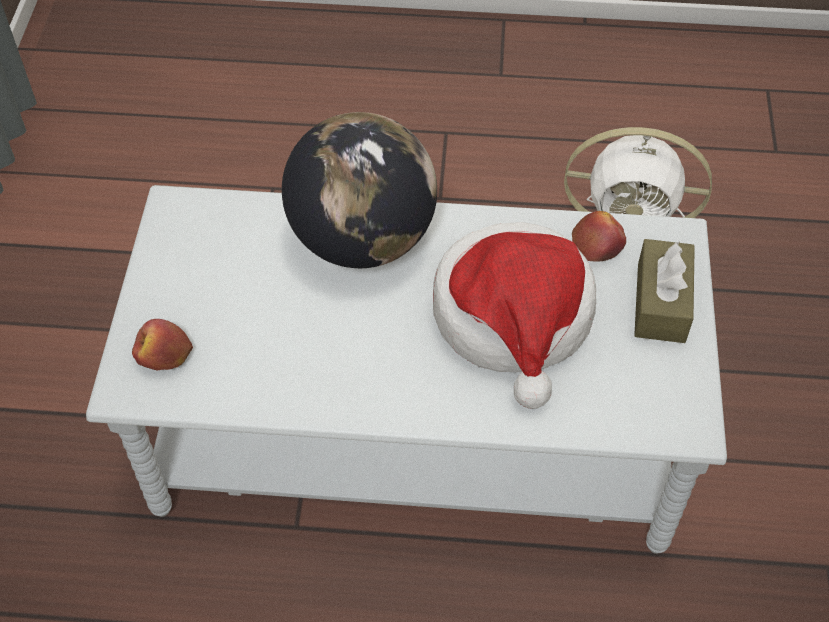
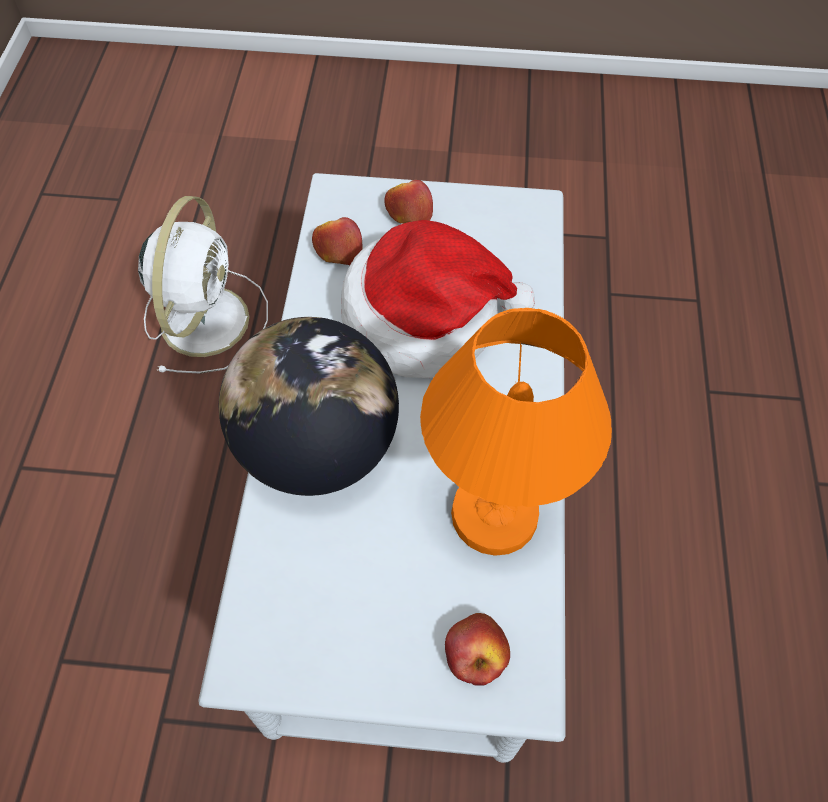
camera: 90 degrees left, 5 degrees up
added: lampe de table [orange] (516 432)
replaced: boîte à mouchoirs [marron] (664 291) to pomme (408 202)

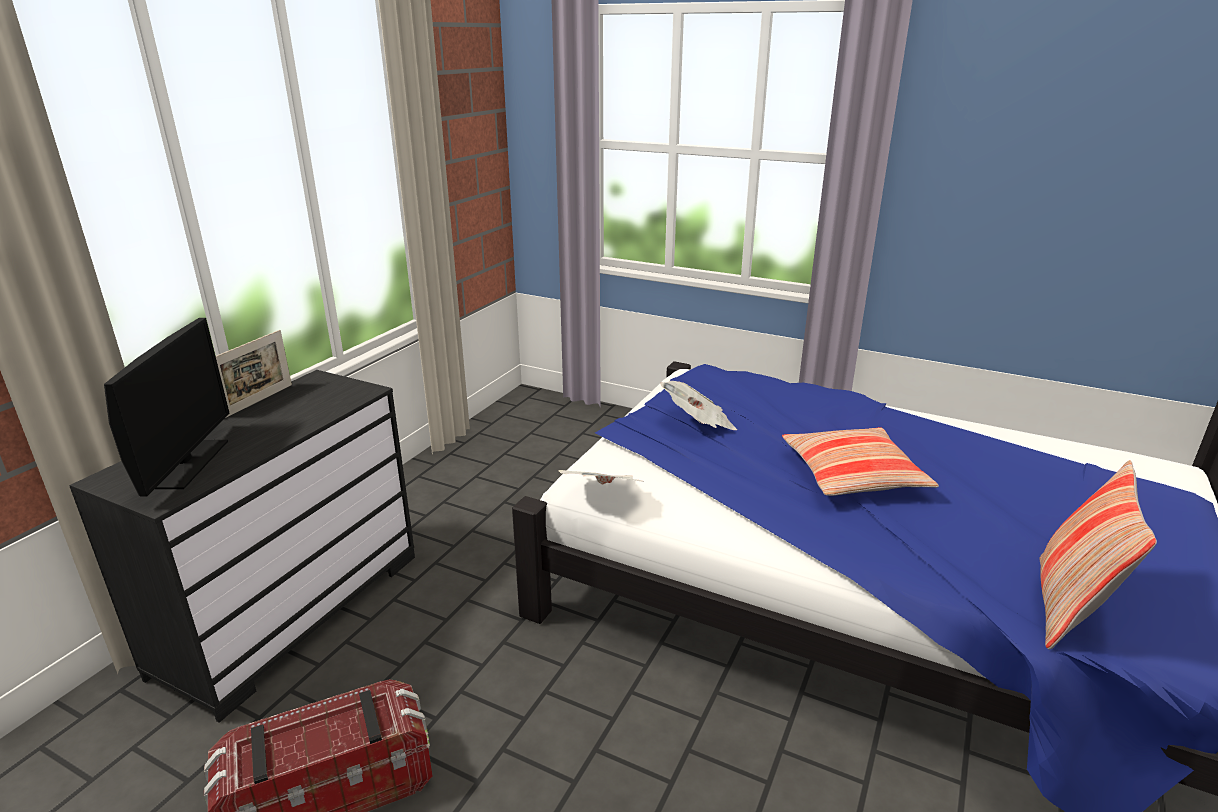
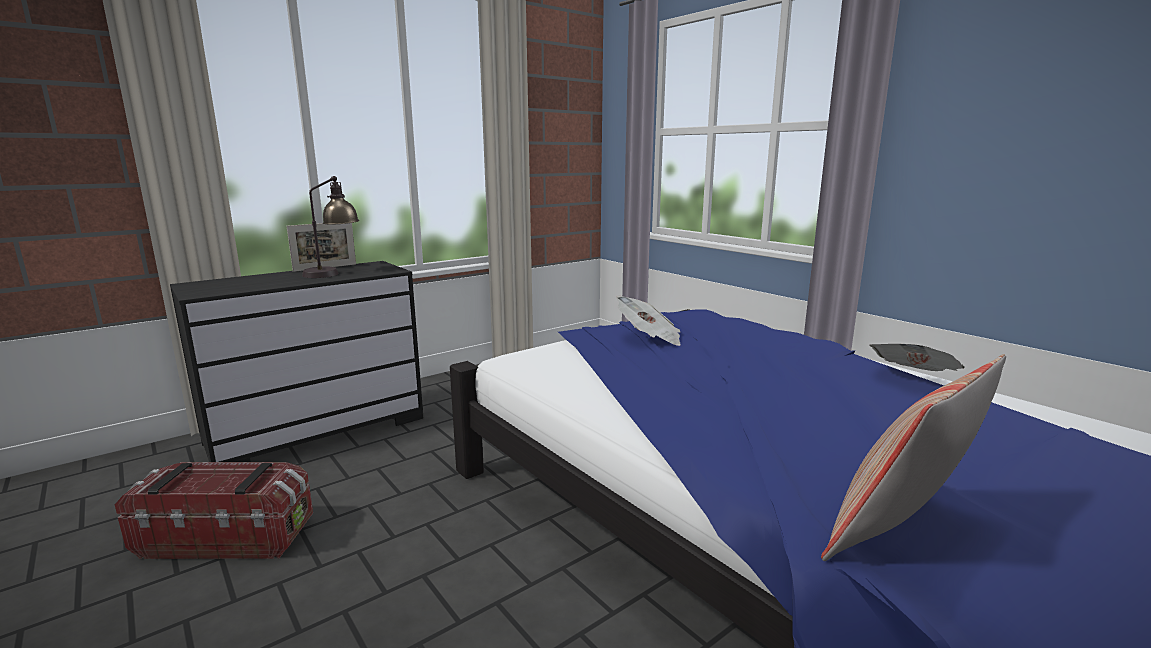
camera: 25 degrees right, 10 degrees down
removed: écran d'ordinateur (167 407); coussin (860 461)
added: lampe de table (330 227)
moved: journal (600 477) to (917 357)

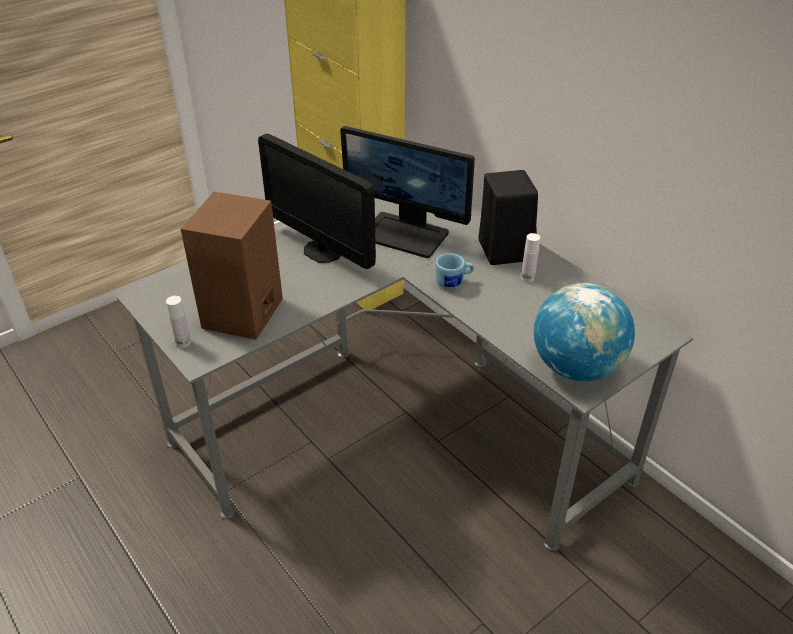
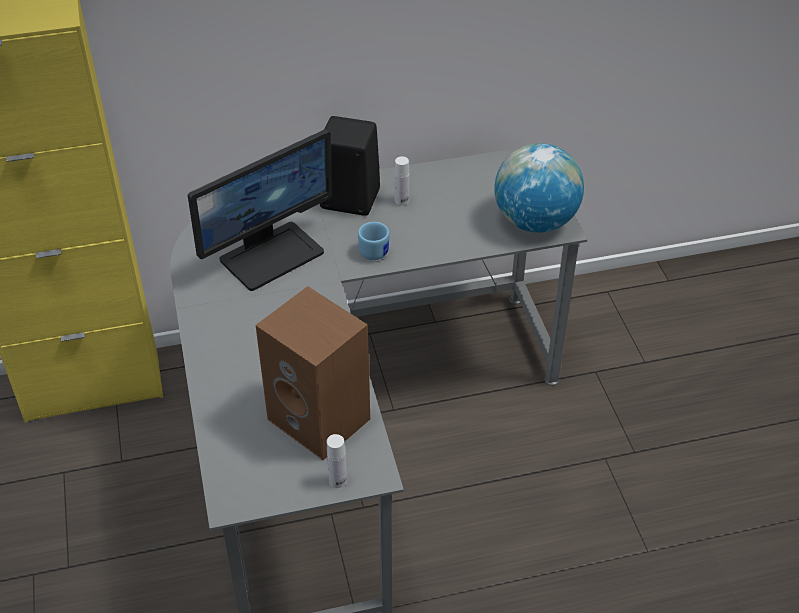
camera: 65 degrees left, 5 degrees up
removed: écran d'ordinateur (317 201)

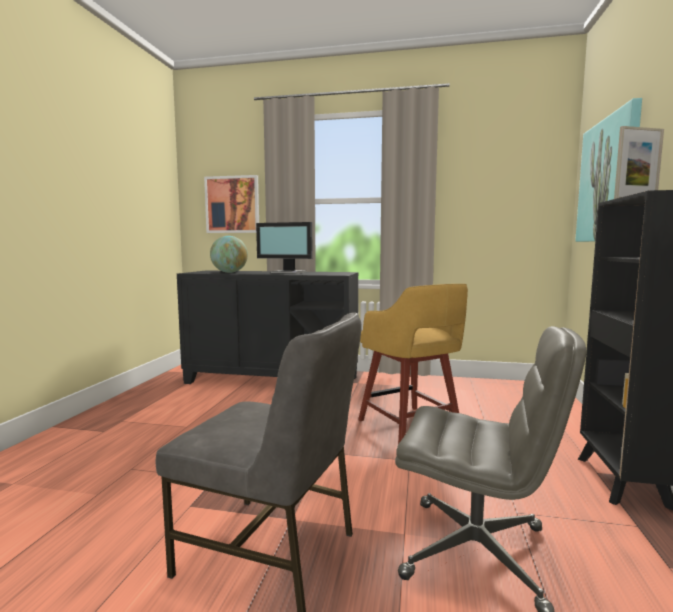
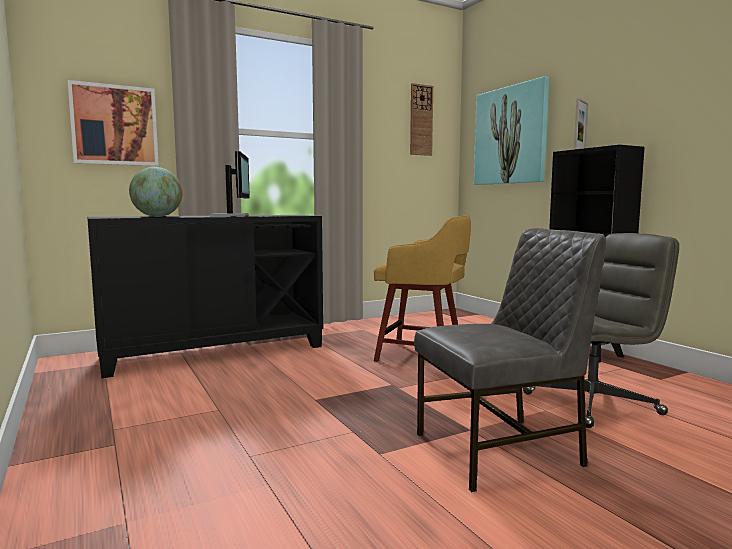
camera: 40 degrees left, 0 degrees up
added: horloge murale (421 119)
turned: écran d'ordinateur (284 248) = (230 183) 75 degrees counterclockwise

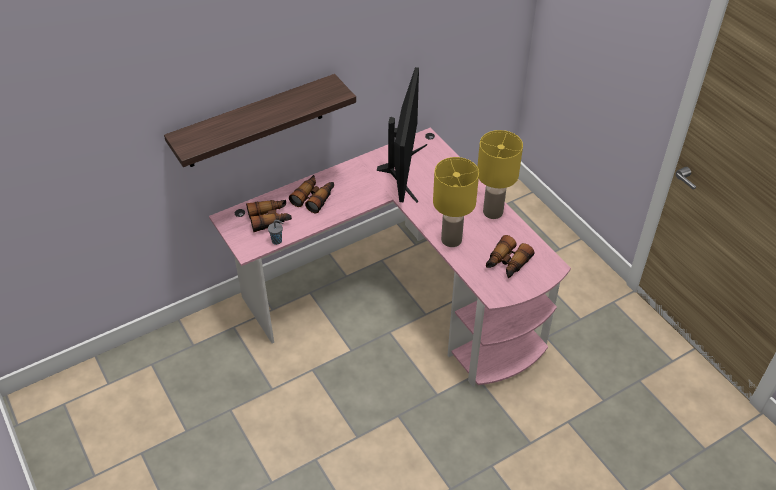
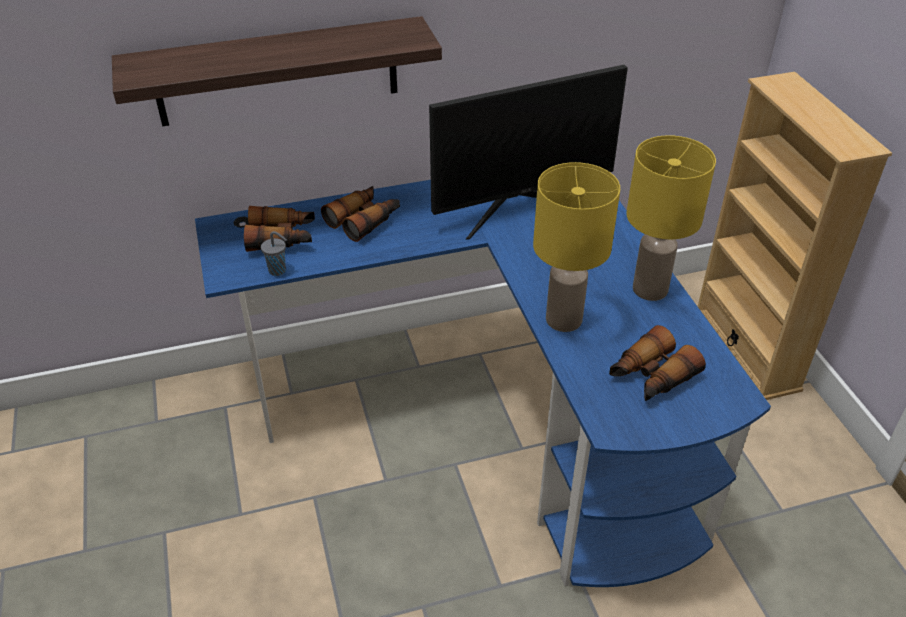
camera: 15 degrees right, 5 degrees down
added: bibliothèque [beige] (794 236)
recoloured: bureau [rose] (390 257) to bureau [bleu] (483 383)
turned: écran d'ordinateur (402 135) = (528 152) 45 degrees clockwise

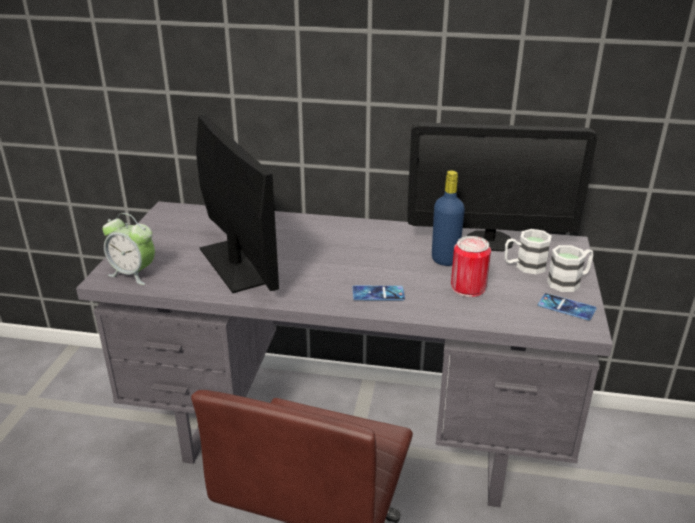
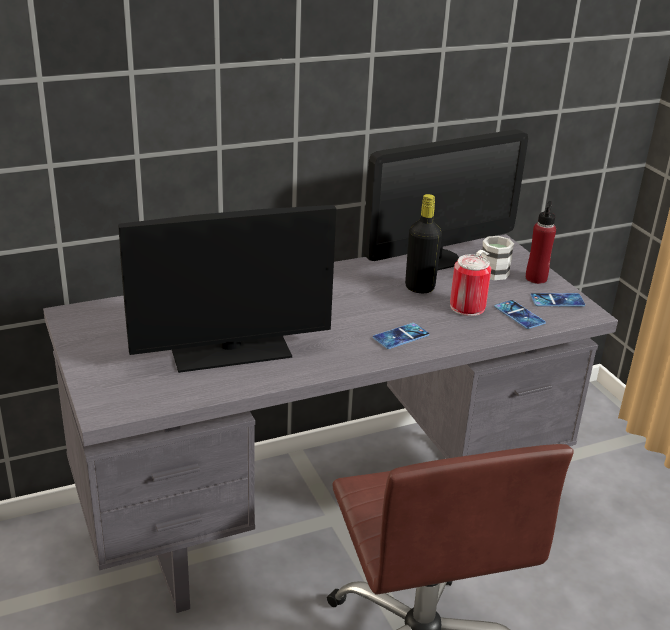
camera: 35 degrees left, 0 degrees up
removed: réveil (128 249)
added: téléphone (520 314)
replaced: mug [blanc] (570 268) to bouteille [rouge] (541 242)
recoloured: bouteille [bleu] (448 218) to bouteille [noir] (423 243)
turned: écran d'ordinateur (237 204) = (227 289) 135 degrees clockwise

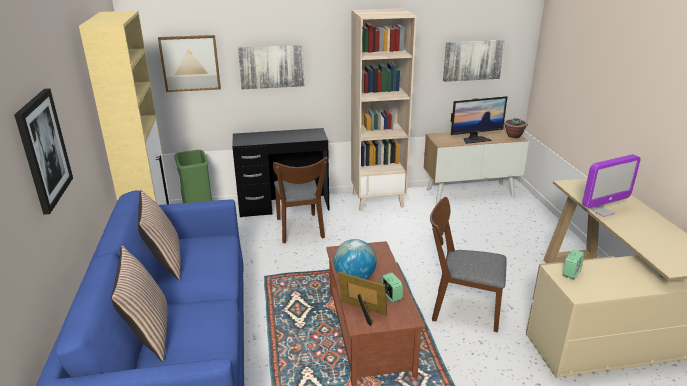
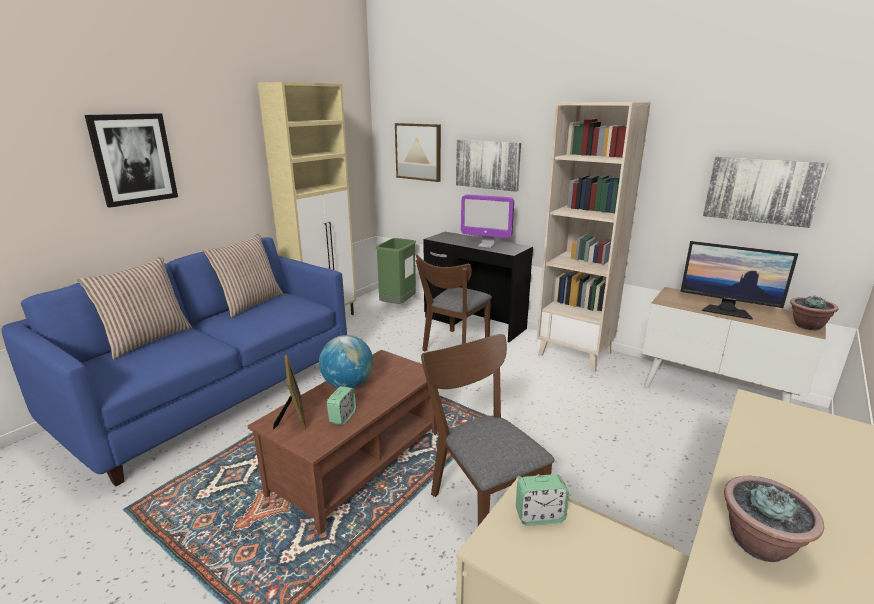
camera: 45 degrees right, 5 degrees down
added: plante en pot (774 519)
moved: écran d'ordinateur (611 185) to (487 221)

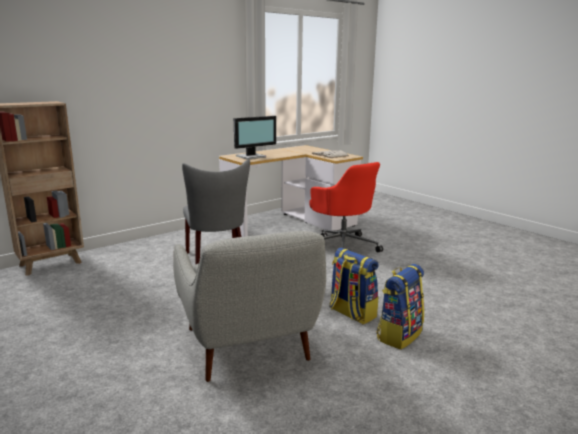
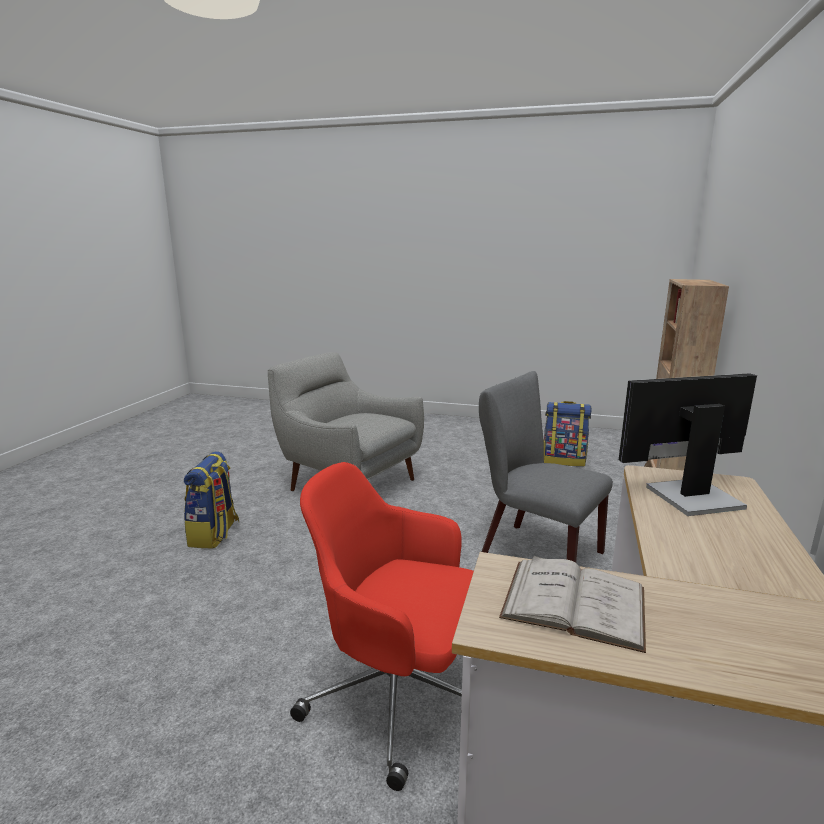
camera: 145 degrees right, 0 degrees up
moved: sac à dos (354 285) to (568 434)
turned: écran d'ordinateur (255 138) = (688 444) 60 degrees clockwise

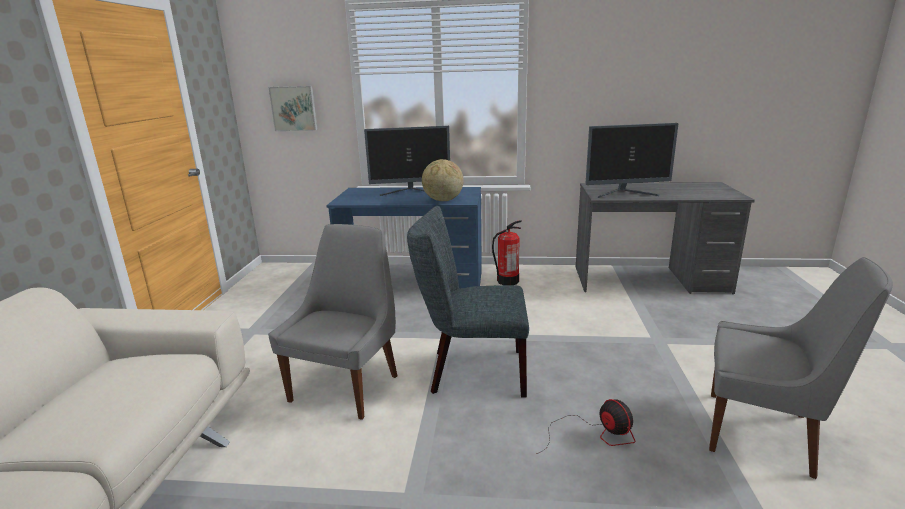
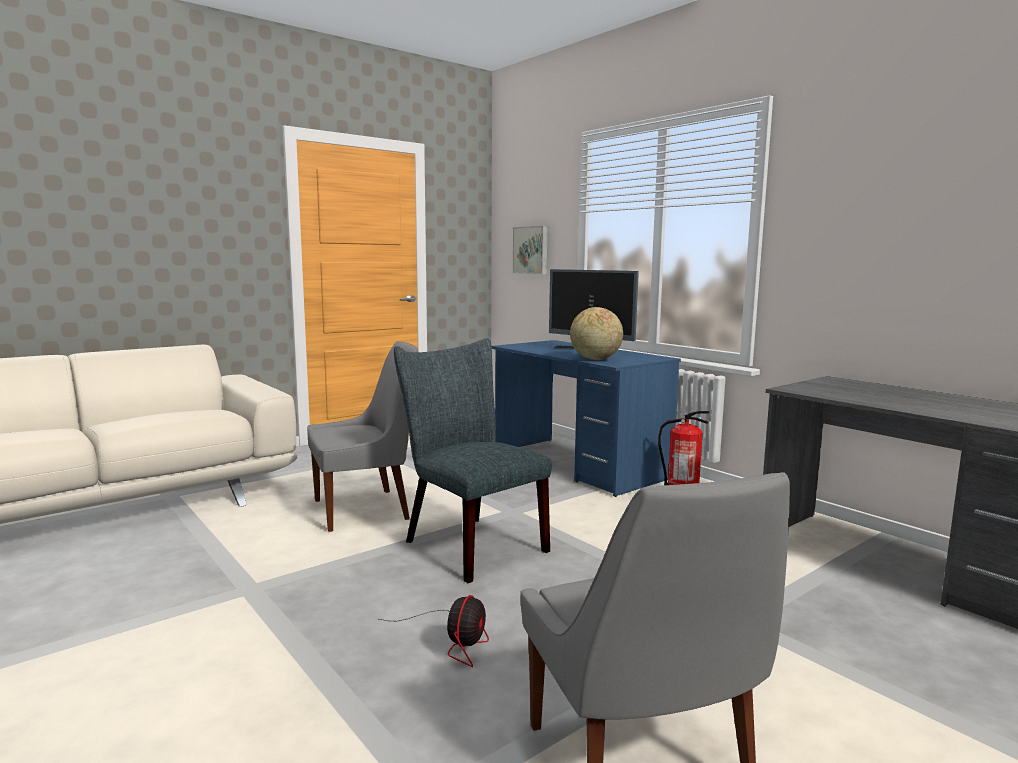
camera: 45 degrees right, 10 degrees down
removed: écran d'ordinateur (632 160)

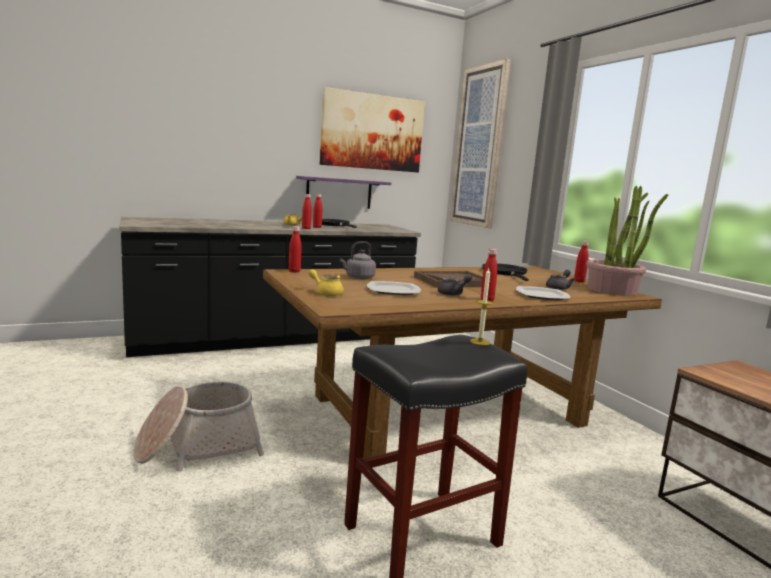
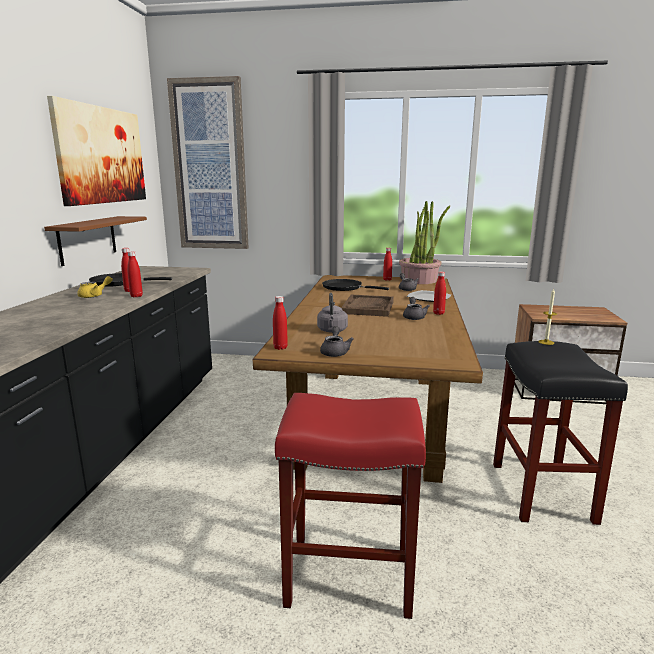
camera: 55 degrees left, 5 degrees up
removed: théière [jaune] (326 282); assiette (394 288)
added: théière [gris] (337 341)
replaced: panier (199 426) to tabouret [rouge] (350 506)
recoloured: étagère [violet] (343 192) to étagère [marron] (95 241)

